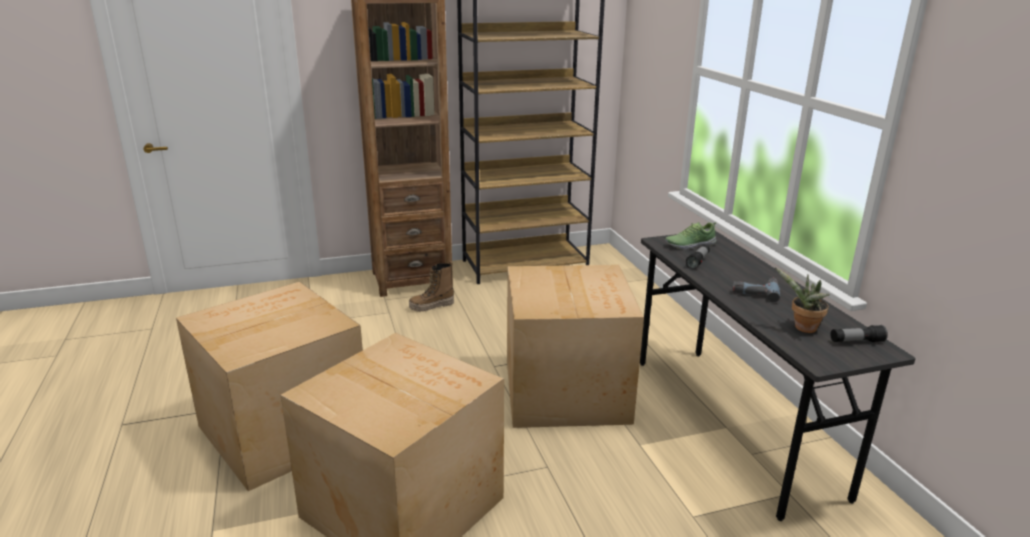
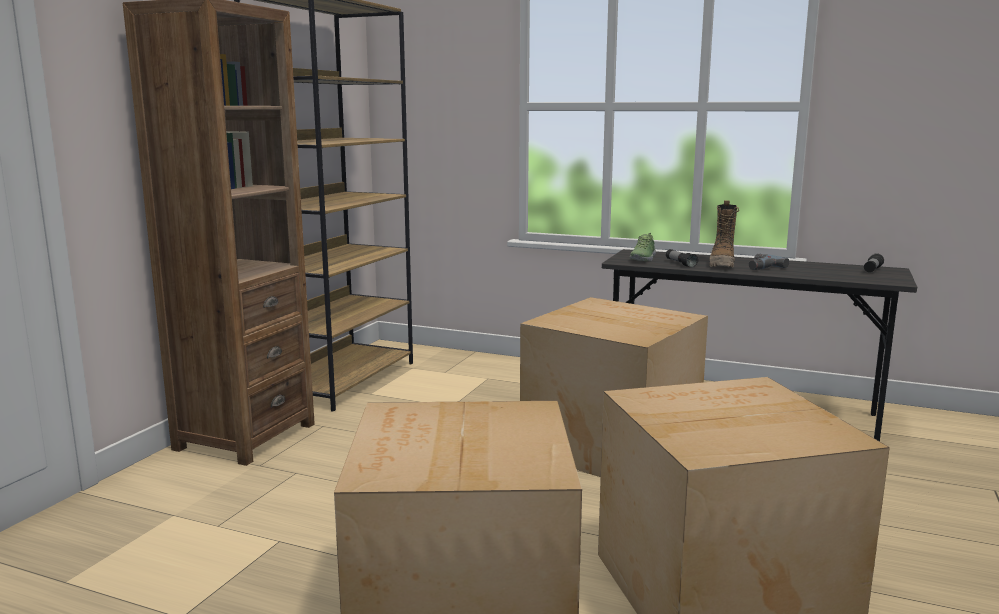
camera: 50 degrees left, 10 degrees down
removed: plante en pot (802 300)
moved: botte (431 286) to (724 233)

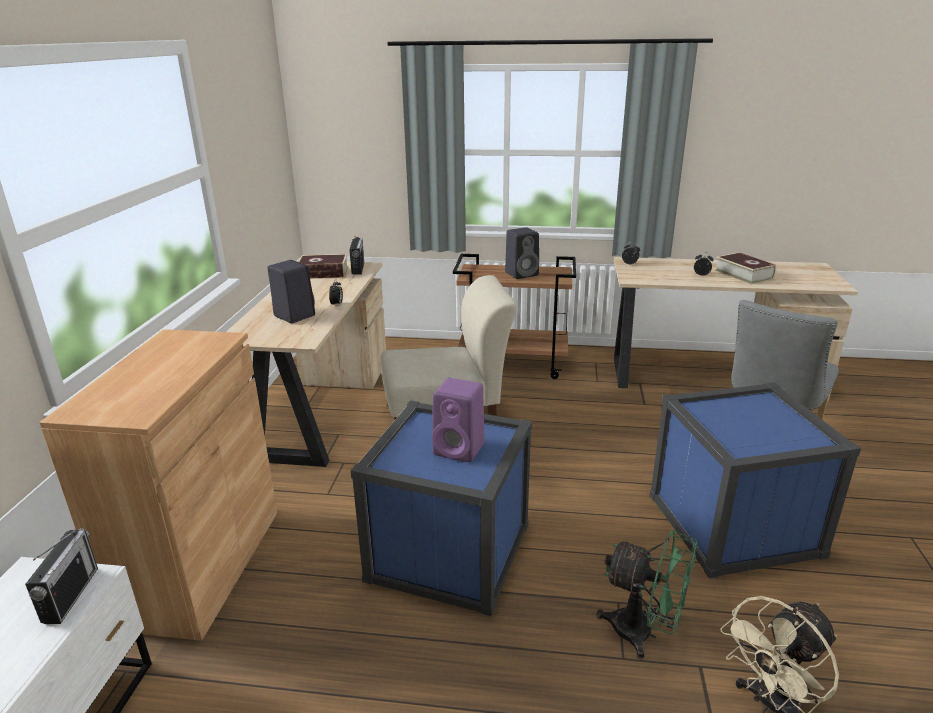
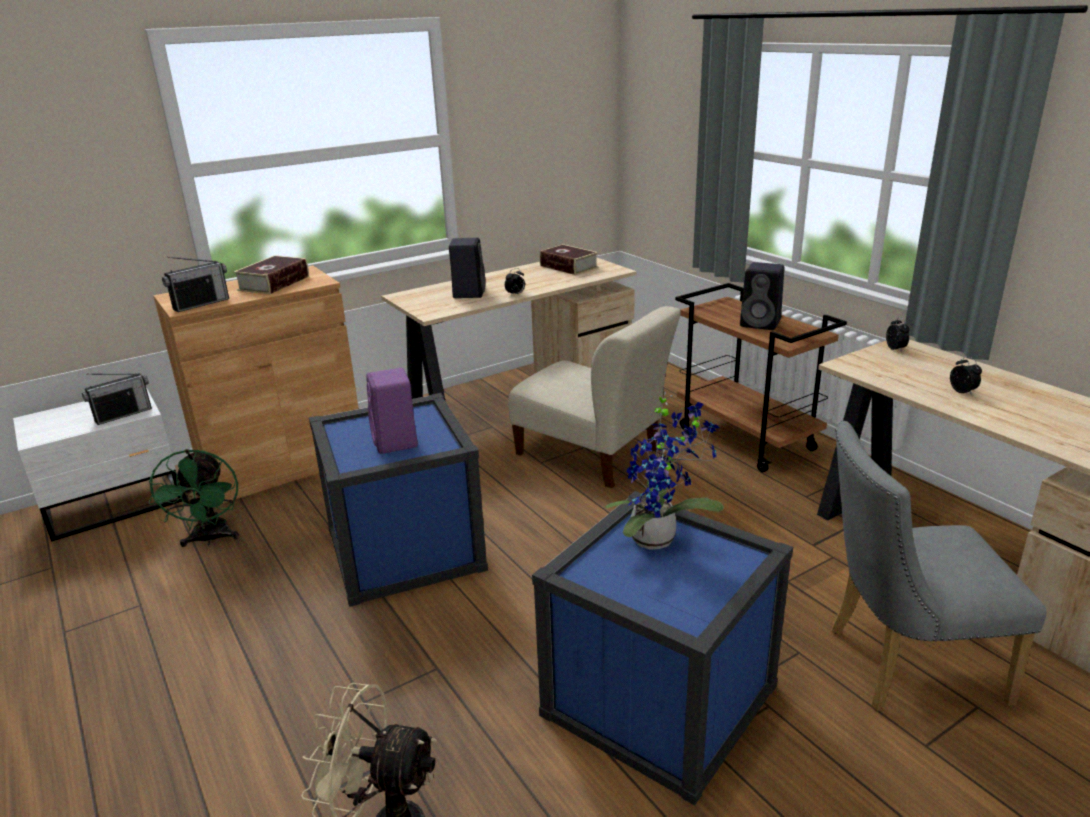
camera: 50 degrees right, 0 degrees up
added: plante en pot (664 471)
moved: ventilateur [vert] (647 594) to (193 498); radio (356 255) to (195 284); livre (745 268) to (271 274)

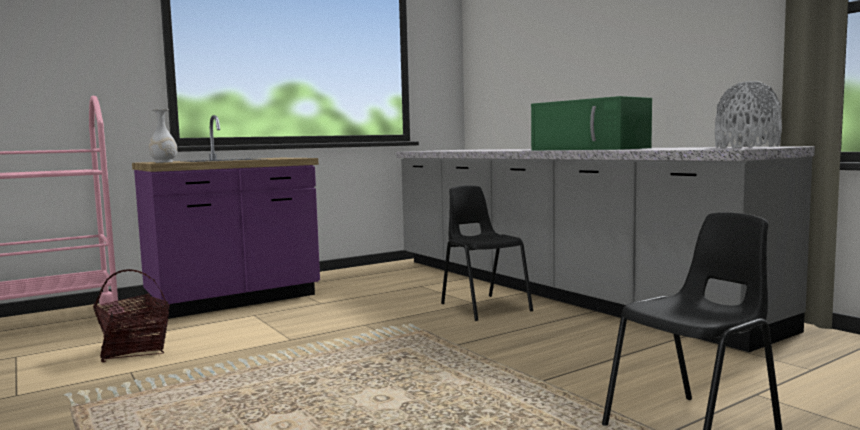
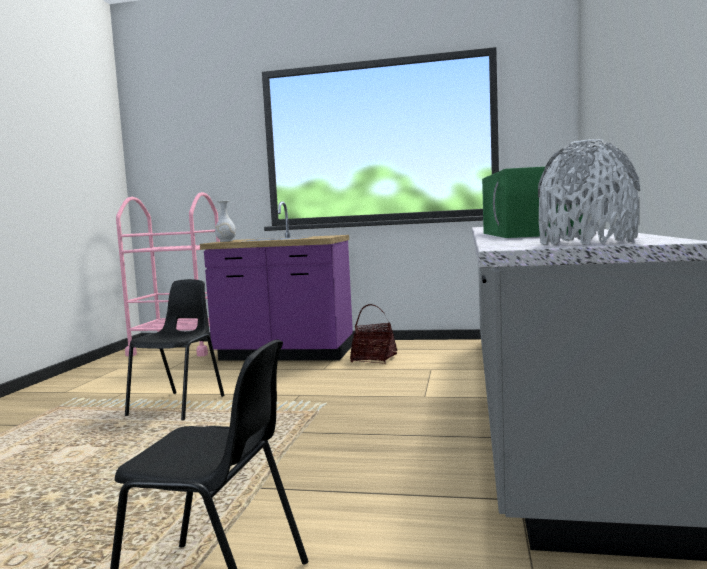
camera: 45 degrees right, 0 degrees up
moved: chaise [noir] (487 253) to (174 349); panier (131 315) to (373 334)

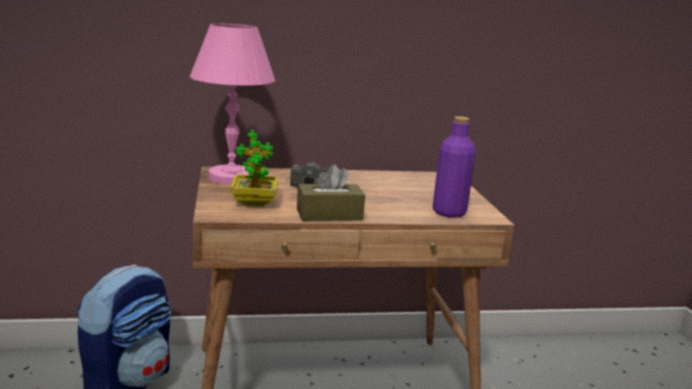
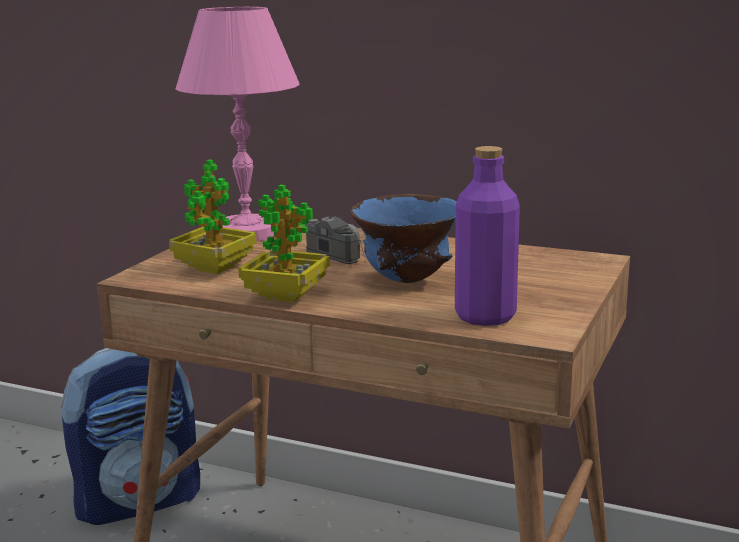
camera: 35 degrees right, 0 degrees up
added: bol [bleu] (403 238)
replaced: boîte à mouchoirs [marron] (331 192) to plante en pot (284 243)

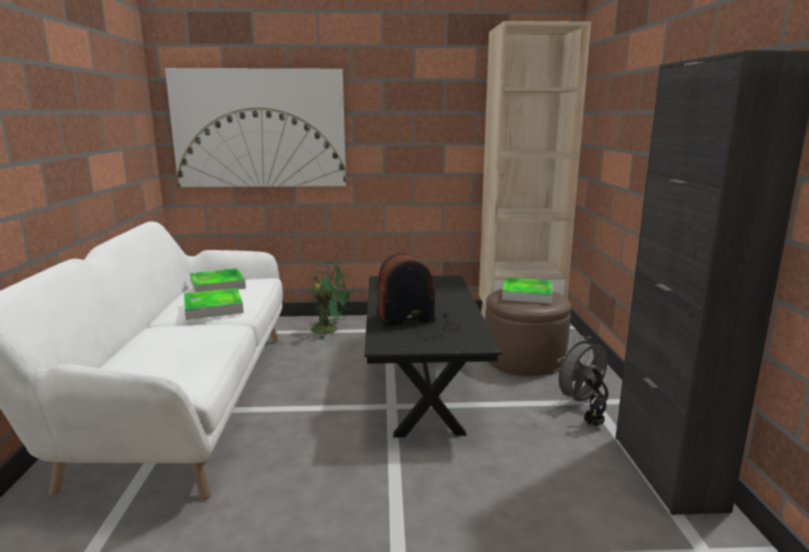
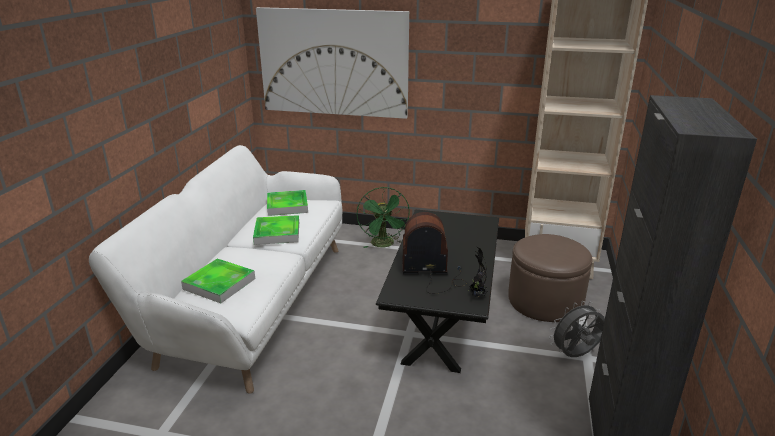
camera: 15 degrees right, 10 degrees up
moved: plateau (527 291) to (218 281); plante en pot (596 397) to (478 272)
turned: ventilateur [vert] (331 300) = (383 217) 45 degrees clockwise

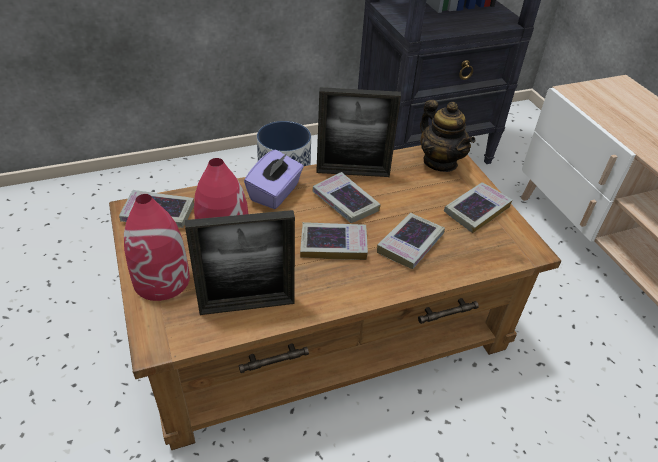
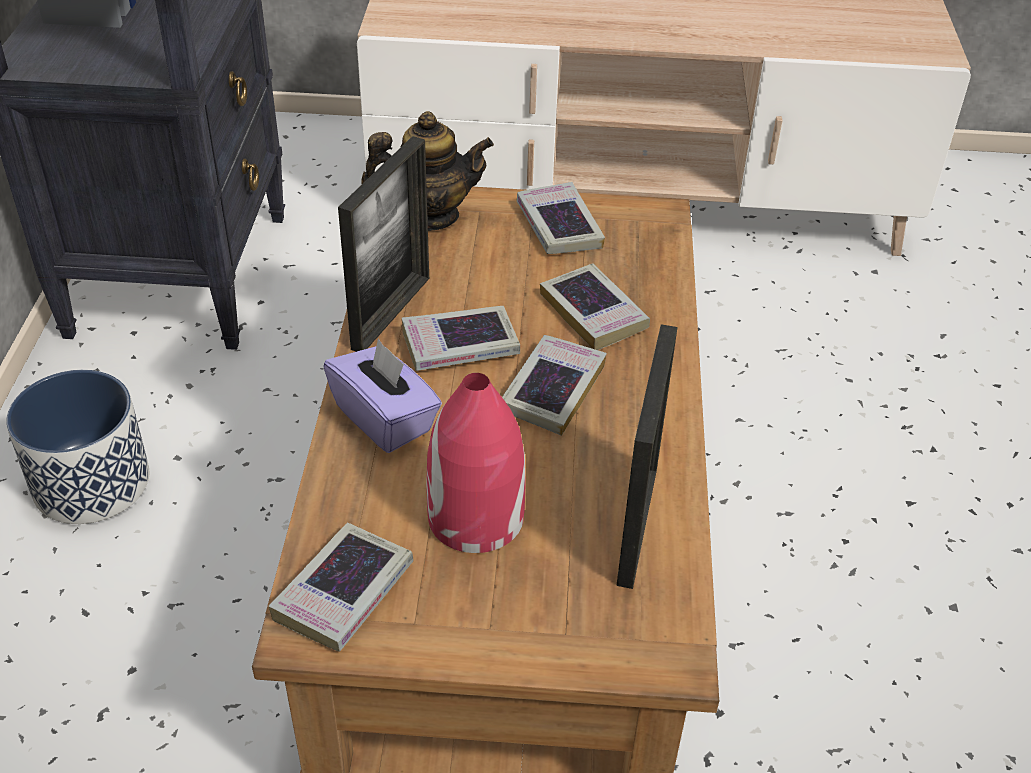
camera: 65 degrees left, 0 degrees up
removed: vase [rouge] (157 247)

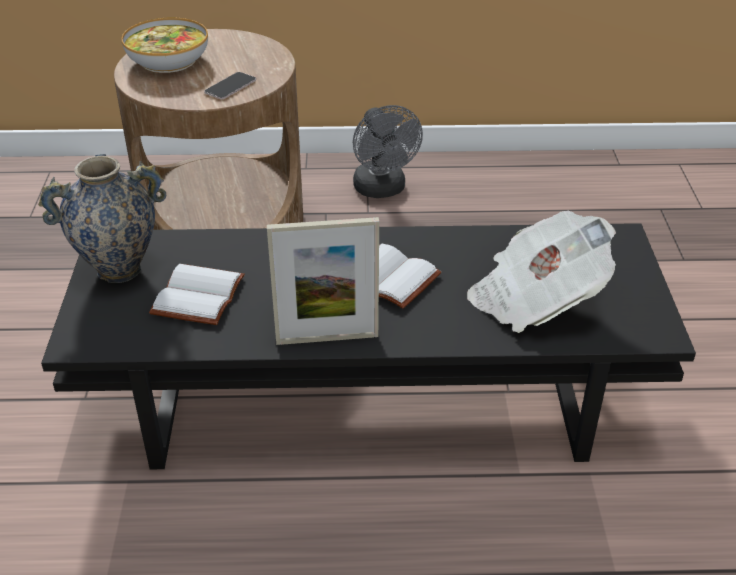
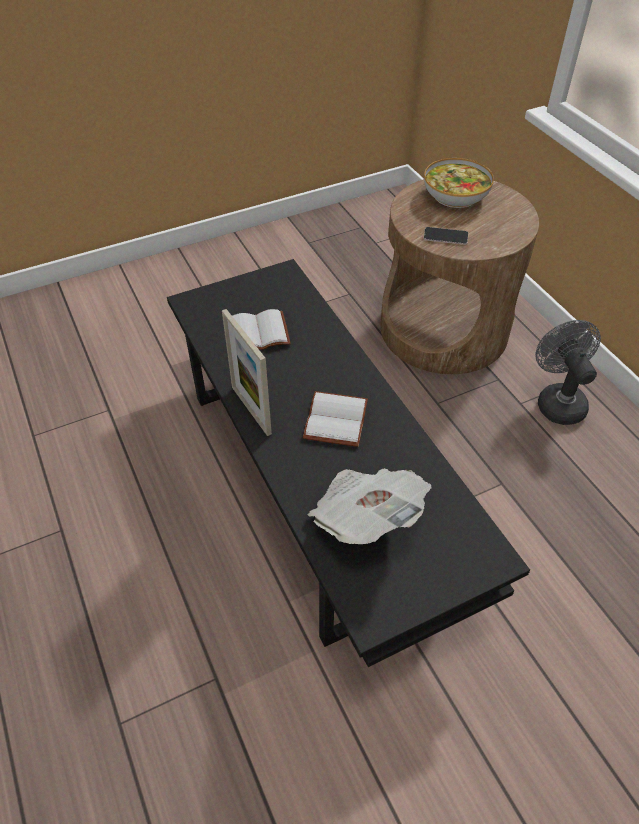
camera: 65 degrees right, 10 degrees up
removed: vase (102 218)
turned: ventilateur [gris] (388 151) = (568 372) 120 degrees clockwise

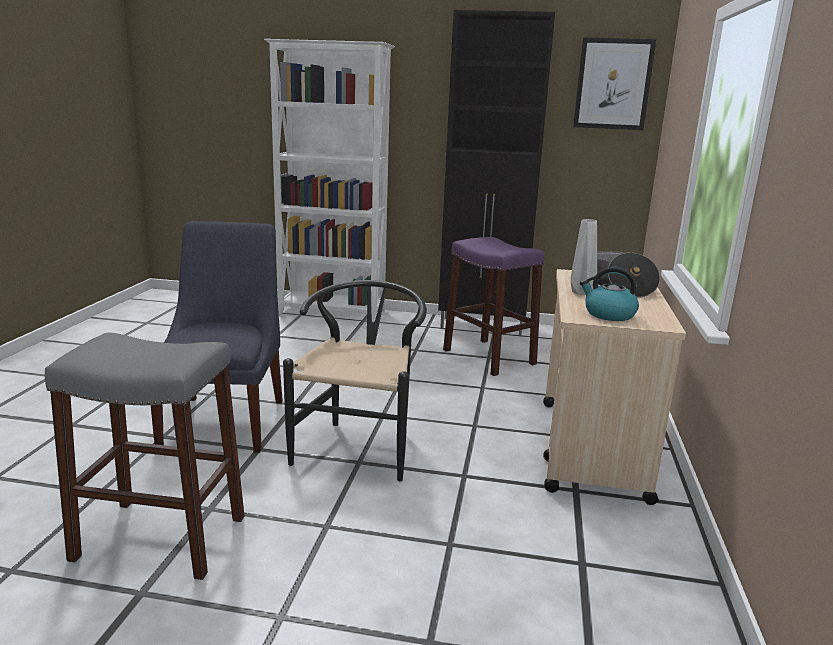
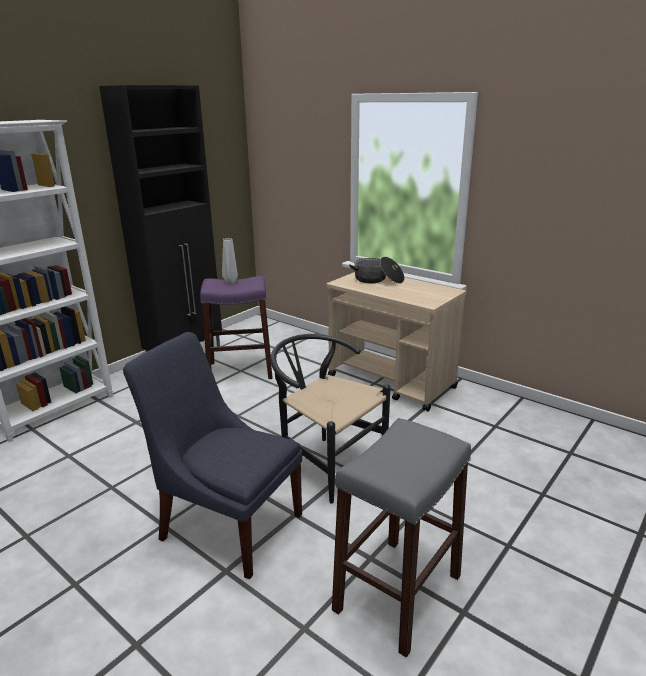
camera: 60 degrees left, 5 degrees up
removed: tableau (614 83); bouilloire (609 293)
moved: vase [gris] (584 257) to (230 260)

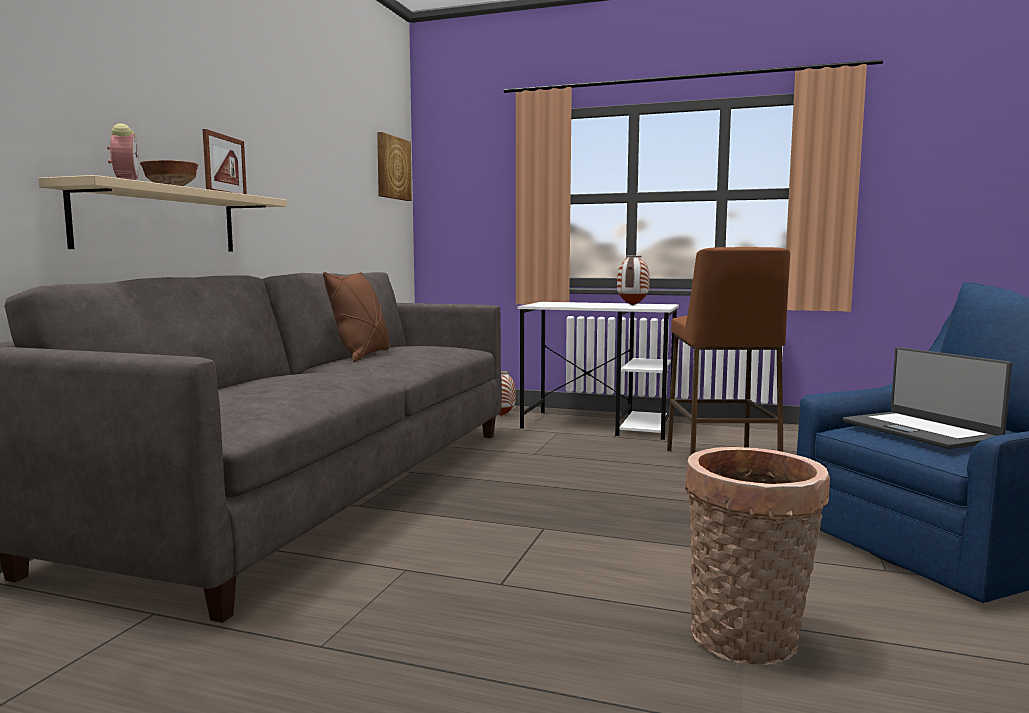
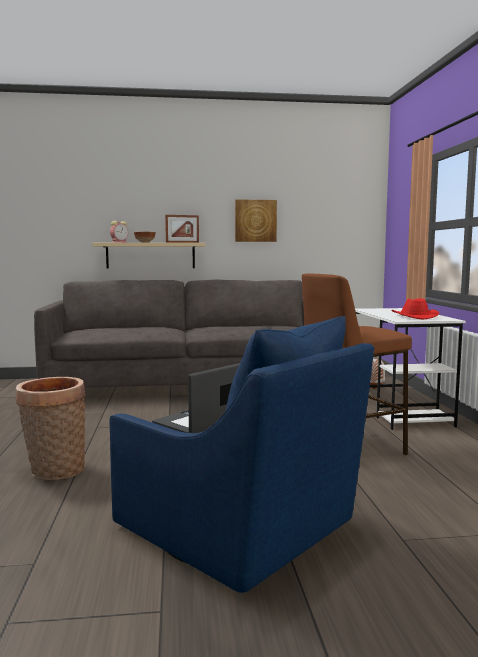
camera: 65 degrees right, 0 degrees up
removed: coussin [marron] (356 317)
moved: tableau (394 166) to (256 221)
replaced: vase (633 280) to chapeau [rouge] (415 308)

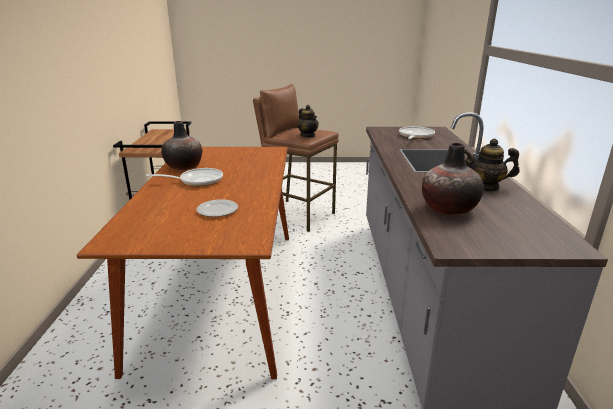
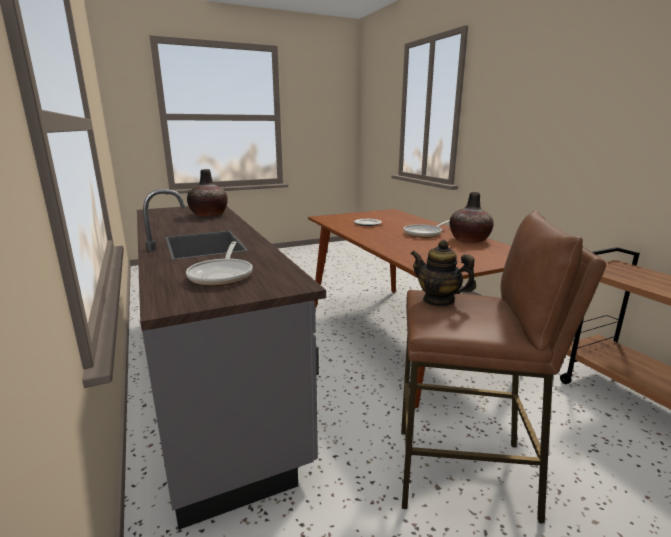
camera: 155 degrees right, 5 degrees down
removed: théière (492 165)

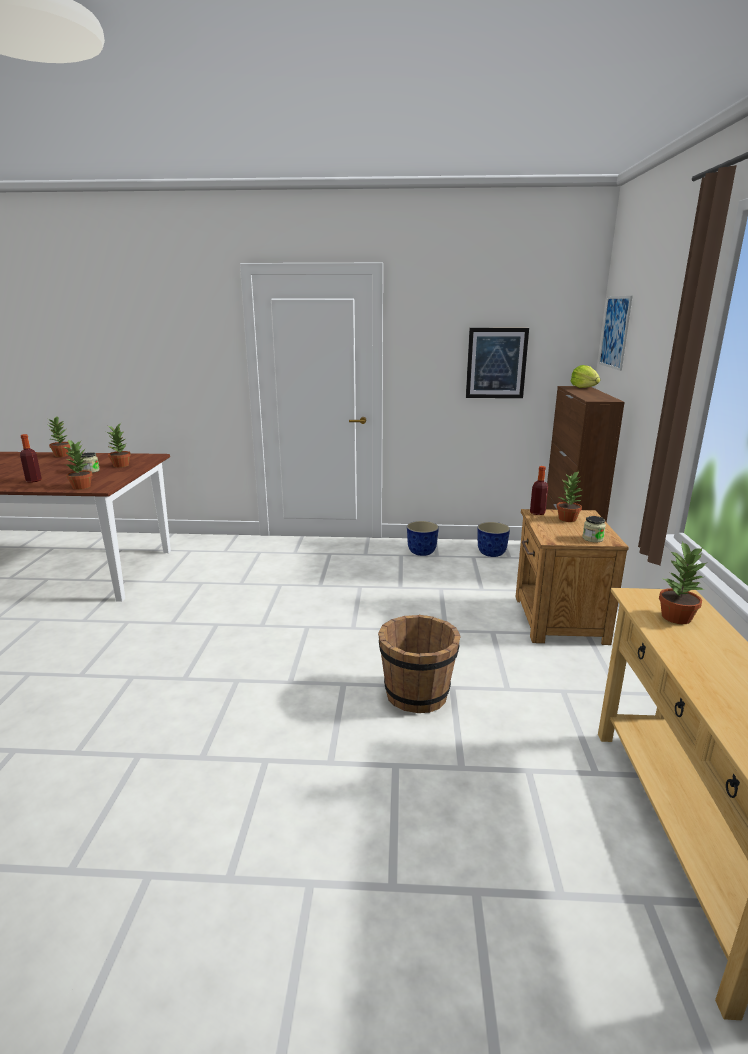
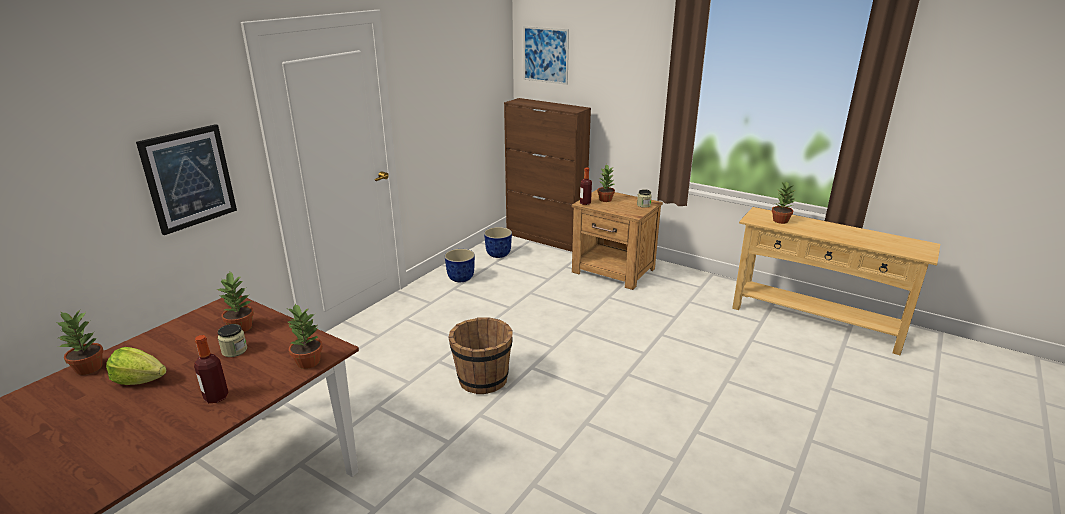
camera: 60 degrees left, 5 degrees up
moved: laitue (585 376) to (136 366); tableau (497 363) to (186 179); seau [marron] (419 664) to (480 355)

